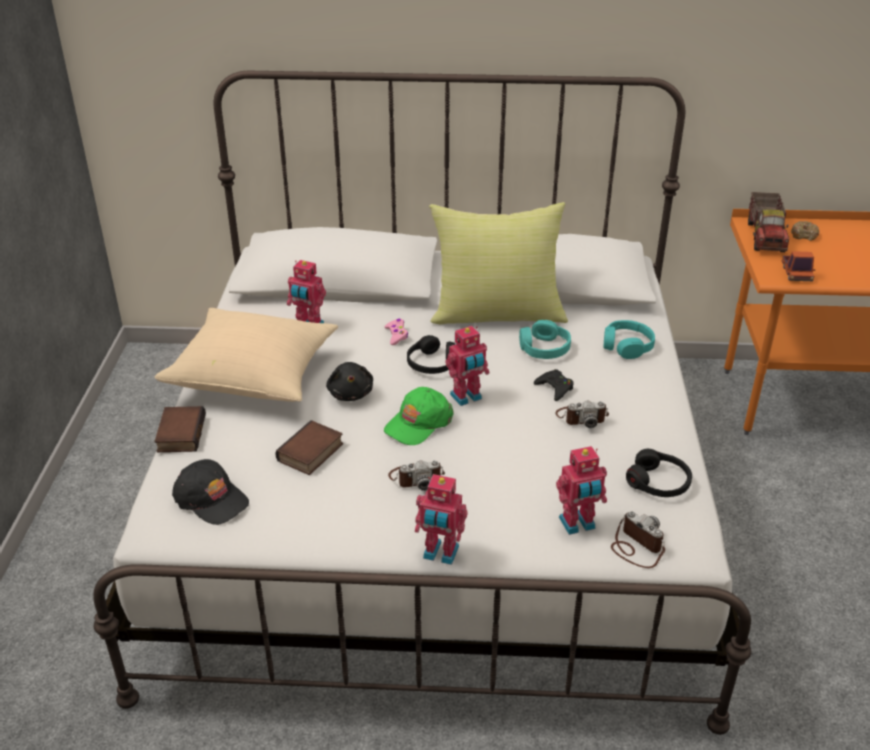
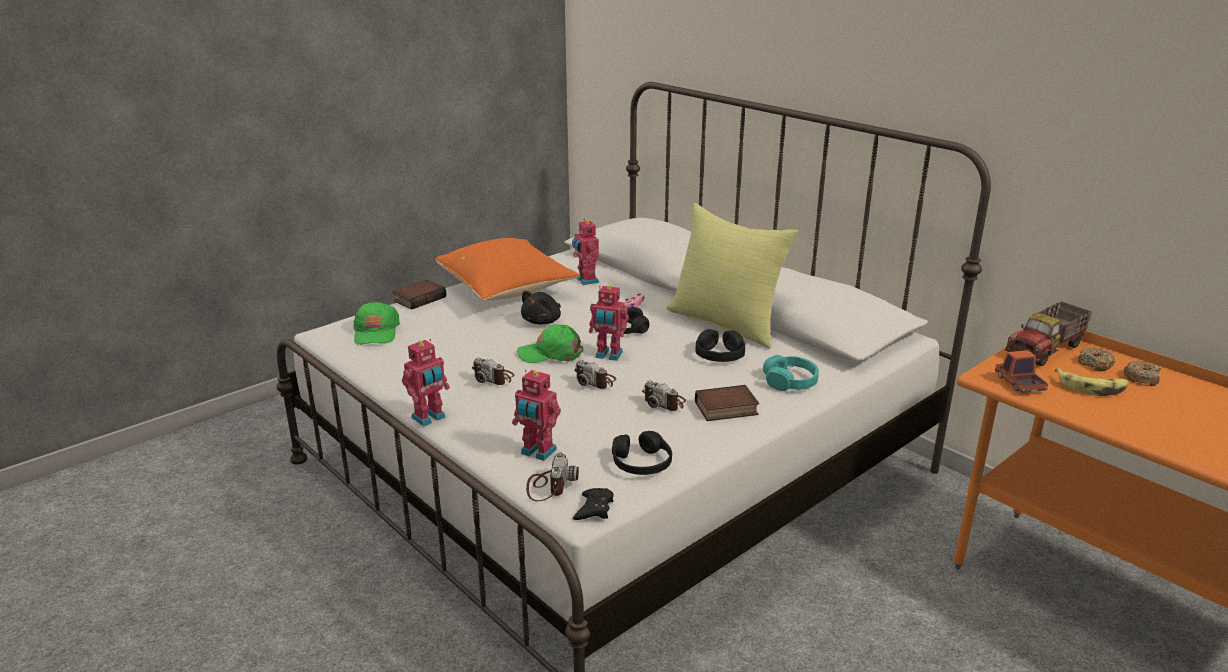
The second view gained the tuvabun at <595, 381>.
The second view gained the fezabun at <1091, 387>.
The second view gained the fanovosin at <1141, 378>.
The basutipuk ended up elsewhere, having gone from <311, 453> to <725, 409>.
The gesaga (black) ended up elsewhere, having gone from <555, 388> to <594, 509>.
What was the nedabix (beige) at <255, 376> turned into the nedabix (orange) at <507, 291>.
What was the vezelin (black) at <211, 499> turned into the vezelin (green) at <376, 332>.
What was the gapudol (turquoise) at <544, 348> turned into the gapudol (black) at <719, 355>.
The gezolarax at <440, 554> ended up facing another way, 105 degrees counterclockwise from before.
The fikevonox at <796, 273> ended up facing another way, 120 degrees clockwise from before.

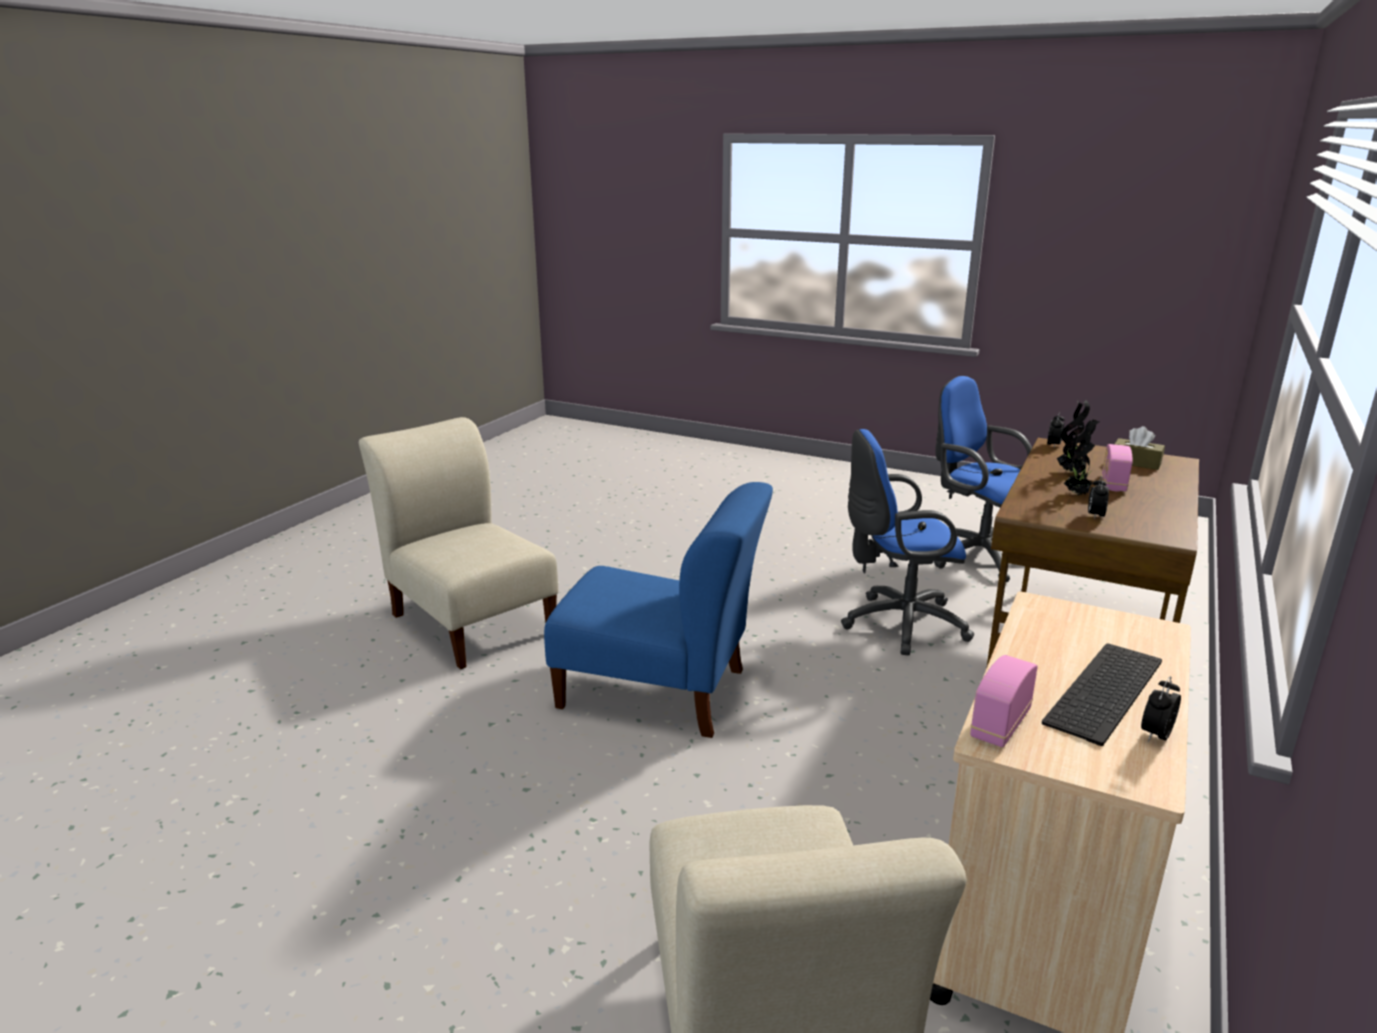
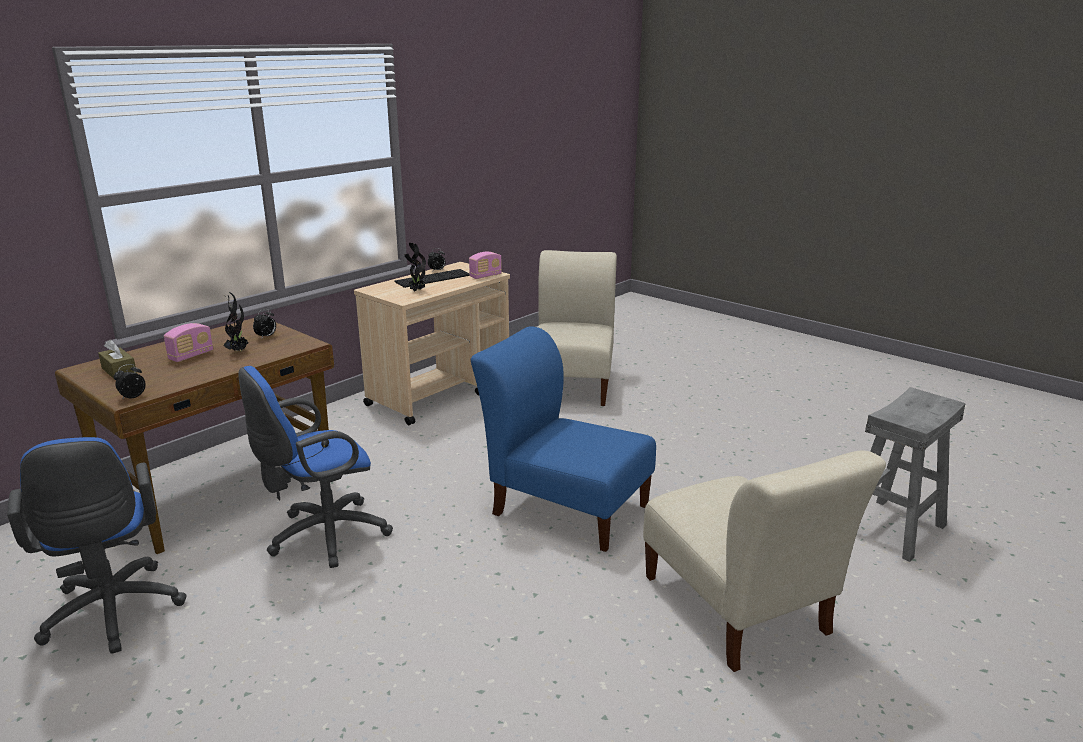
The second view gained the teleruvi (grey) at <893, 528>.
The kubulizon ended up elsewhere, having gone from <1071, 472> to <416, 291>.
The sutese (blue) at <898, 624> ended up facing another way, 135 degrees clockwise from before.

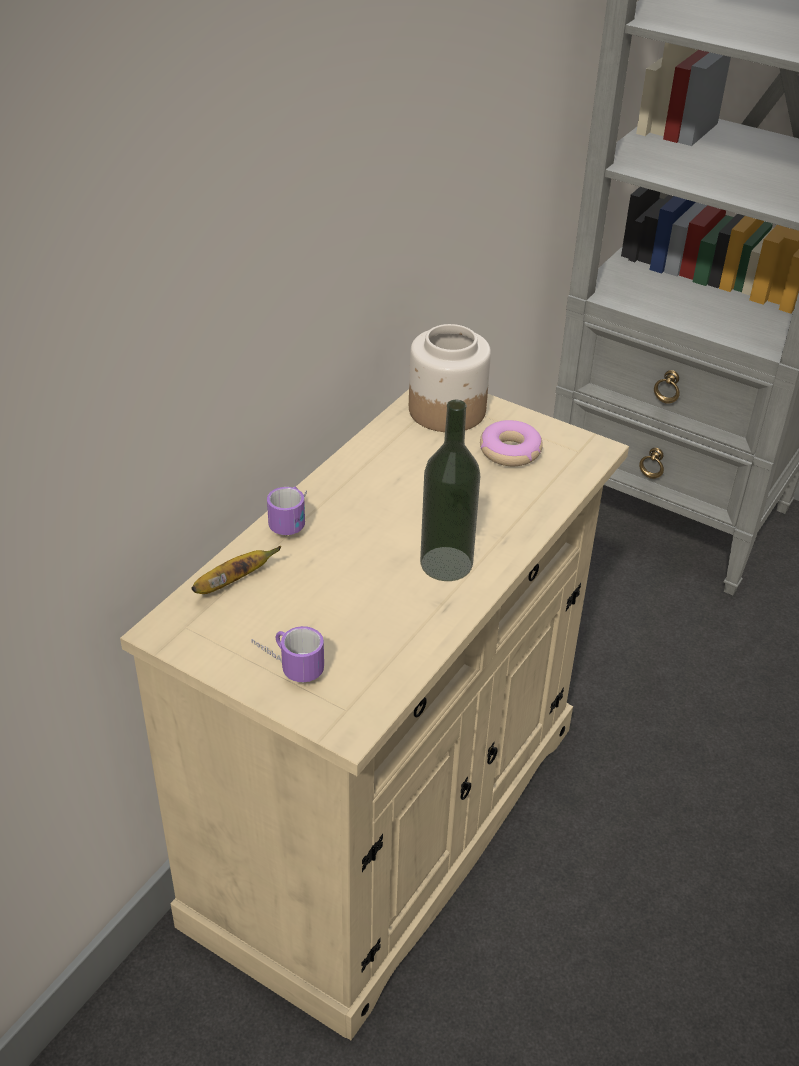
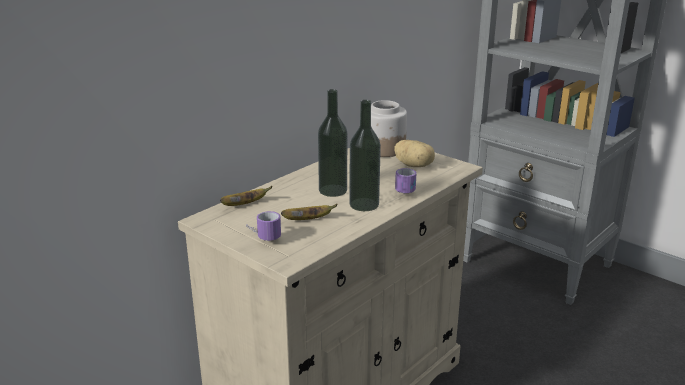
The second view gained the fezabun at <308, 220>.
The second view gained the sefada at <333, 190>.
The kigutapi ended up elsewhere, having gone from <294, 519> to <409, 190>.
Where the fanovosin stood at <510, 451>, the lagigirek came to stand at <414, 165>.

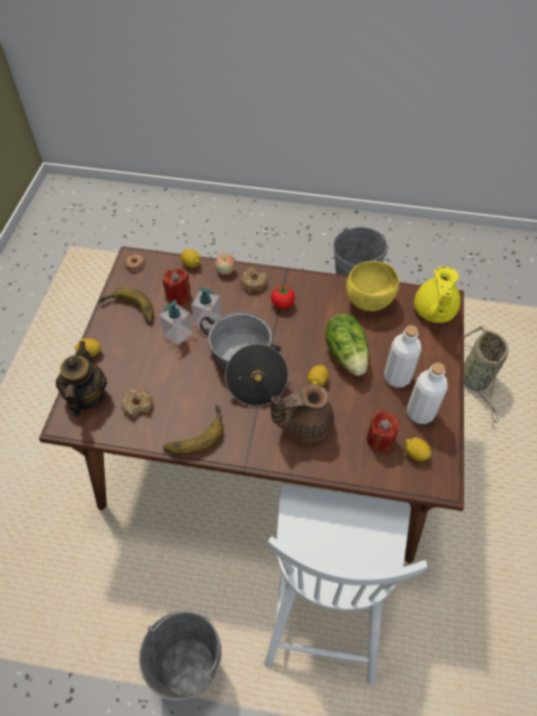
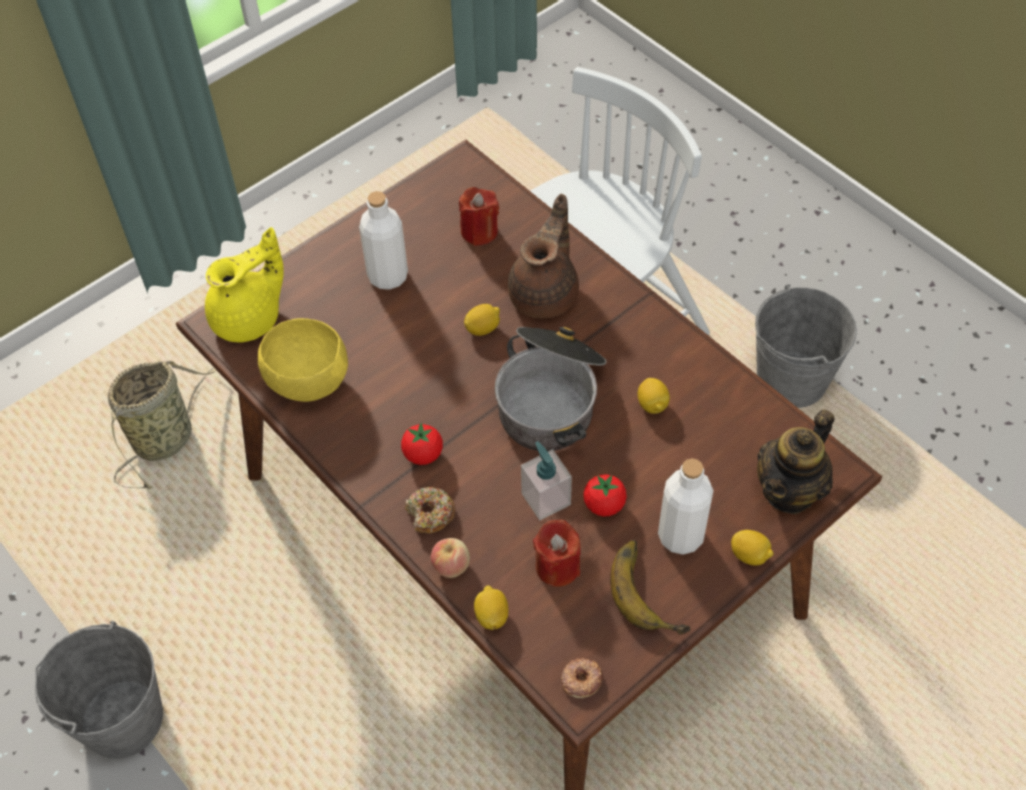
The second view lost the fanovosin at <137, 405>.
The second view lost the fezabun at <193, 433>.
The second view lost the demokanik at <346, 354>.
The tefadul ended up elsewhere, having gone from <415, 453> to <652, 404>.
The sefada (white) ended up elsewhere, having gone from <420, 413> to <680, 536>.
Where the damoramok stood at <178, 333>, the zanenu came to stand at <604, 505>.
The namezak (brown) at <303, 424> ended up facing another way, 90 degrees counterclockwise from before.

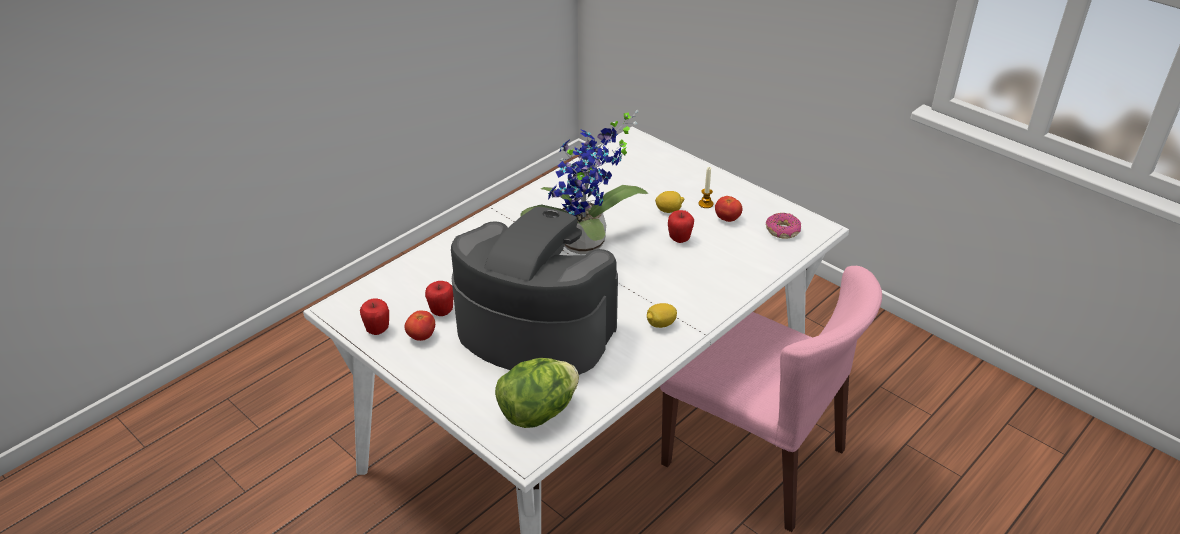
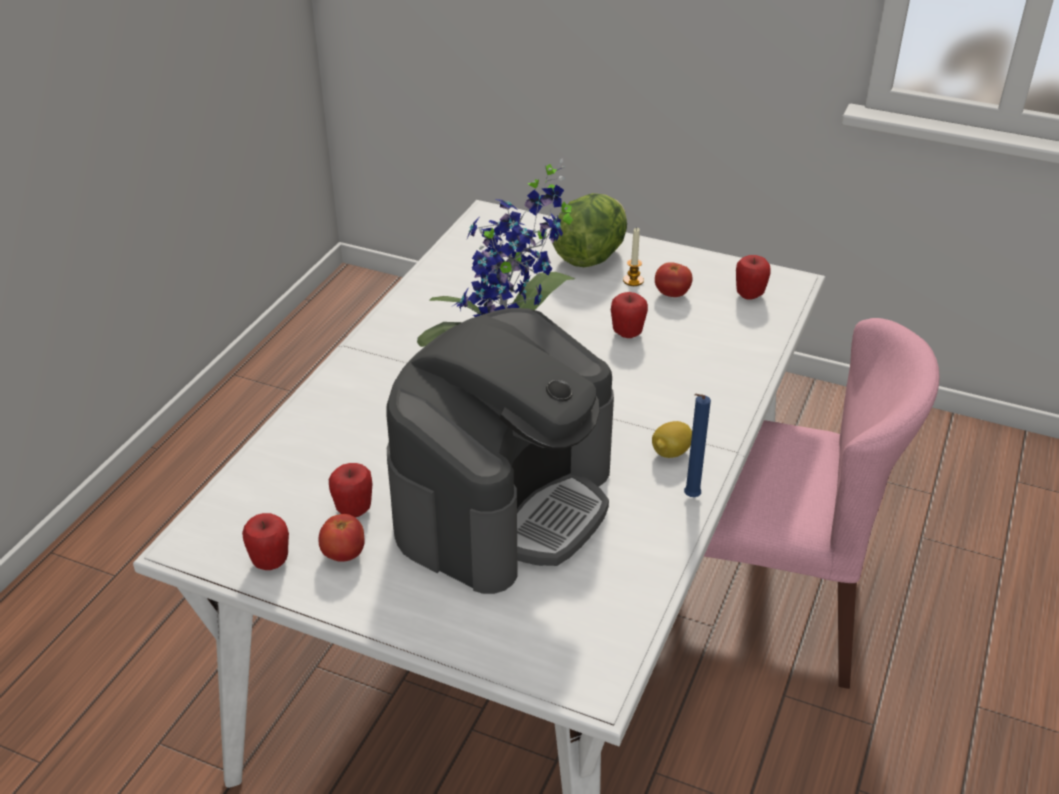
The second view lost the tefadul at <669, 210>.
The second view gained the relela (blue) at <689, 498>.
The demokanik ended up elsewhere, having gone from <537, 412> to <590, 256>.
Where the fanovosin stood at <782, 231>, the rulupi came to stand at <749, 295>.
The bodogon at <534, 329> ended up facing another way, 120 degrees clockwise from before.

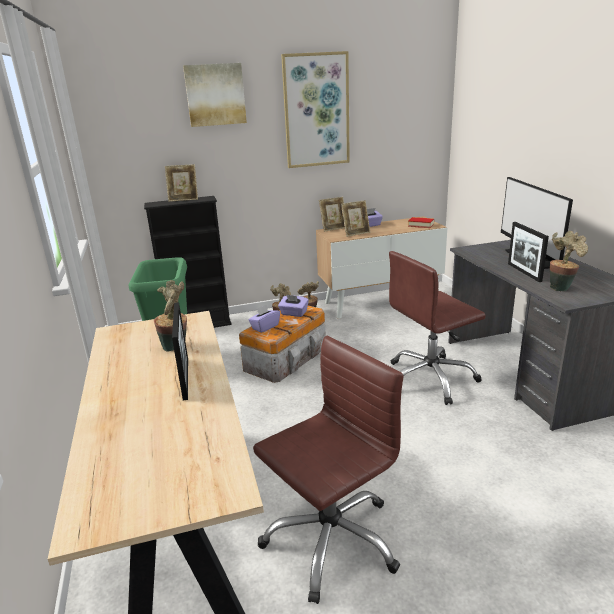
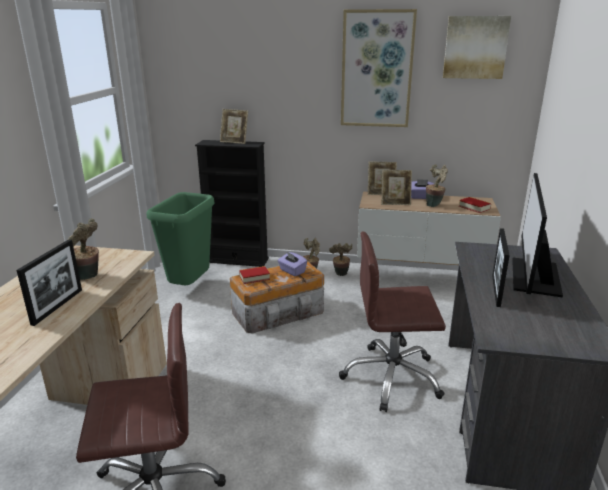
The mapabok ended up elsewhere, having gone from <215, 95> to <475, 47>.
The kubulizon ended up elsewhere, having gone from <561, 287> to <434, 205>.
Where the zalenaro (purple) stood at <265, 327>, the basutipuk came to stand at <254, 277>.

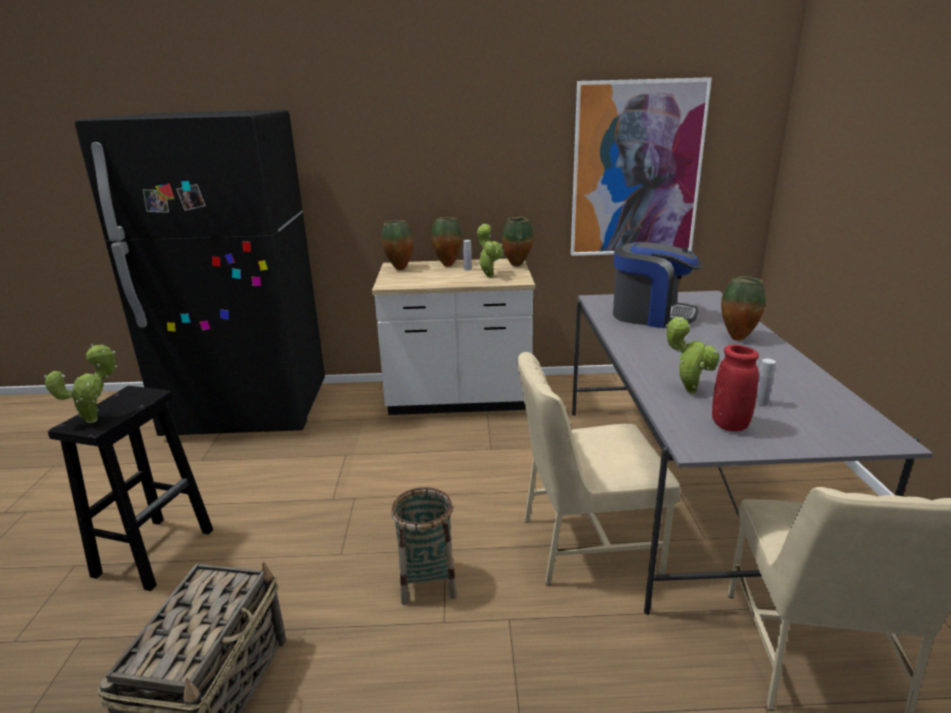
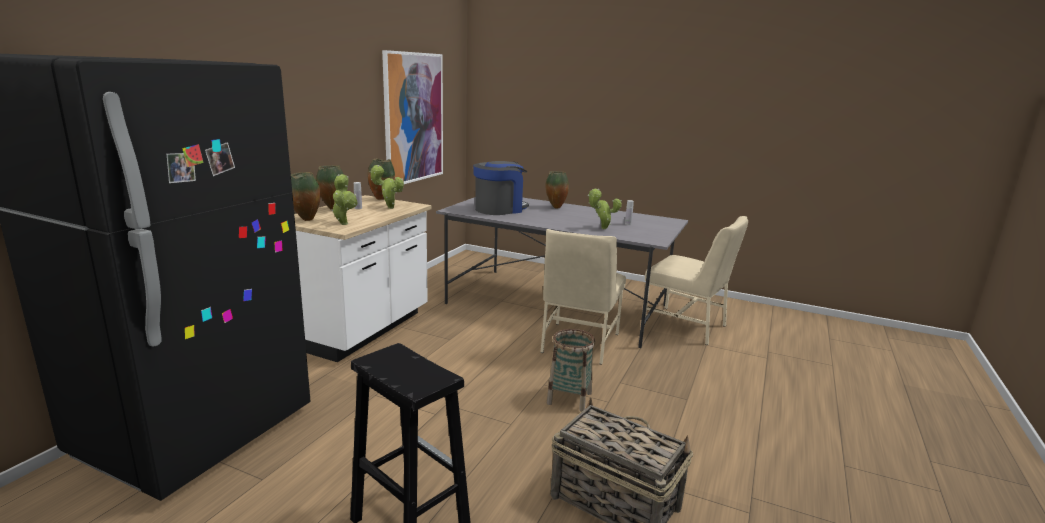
The second view lost the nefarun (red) at <729, 424>.
The kubulizon ended up elsewhere, having gone from <96, 419> to <344, 223>.

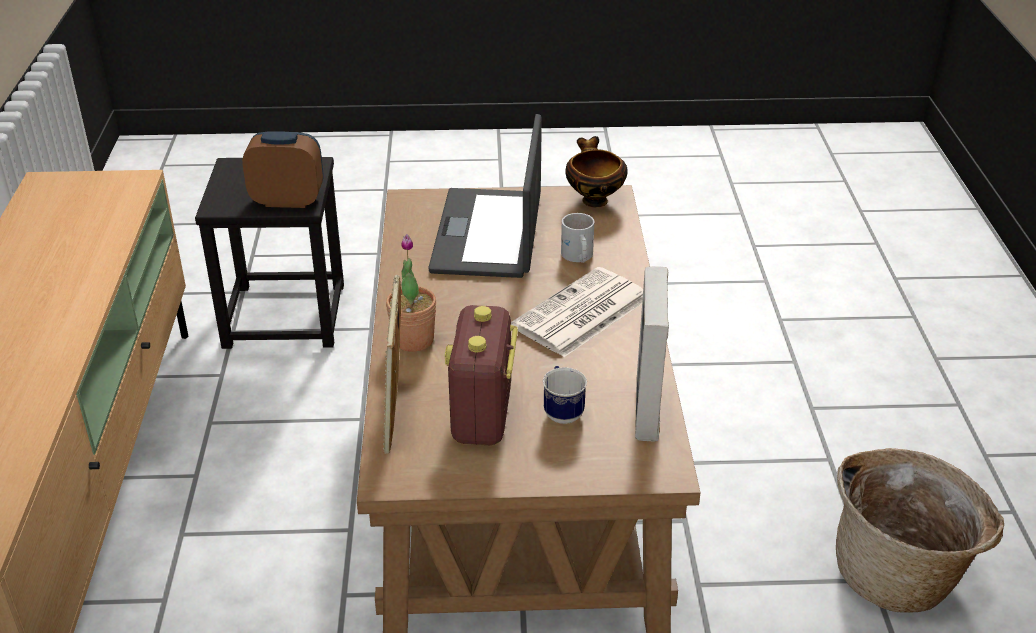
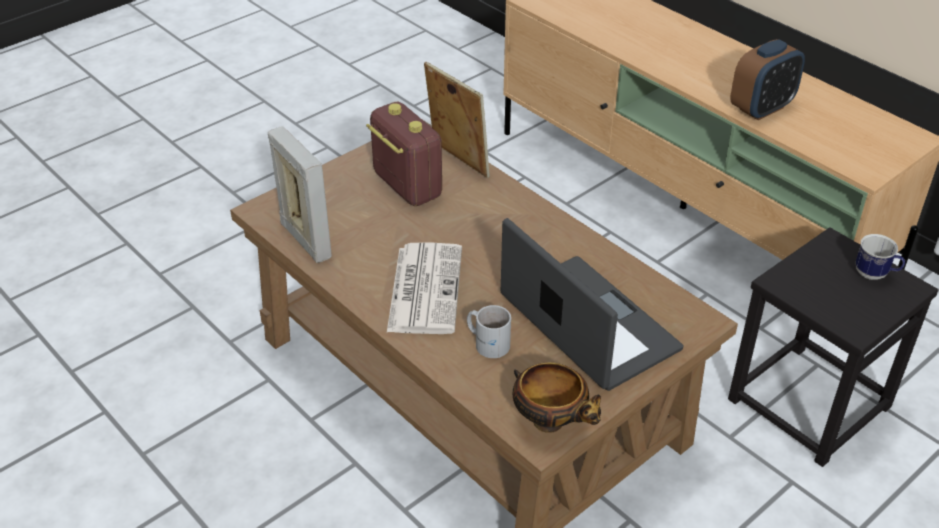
The second view lost the kubulizon at <413, 340>.
The second view lost the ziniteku at <899, 574>.
The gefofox ended up elsewhere, having gone from <288, 200> to <761, 108>.
The kigutapi ended up elsewhere, having gone from <562, 411> to <875, 275>.

